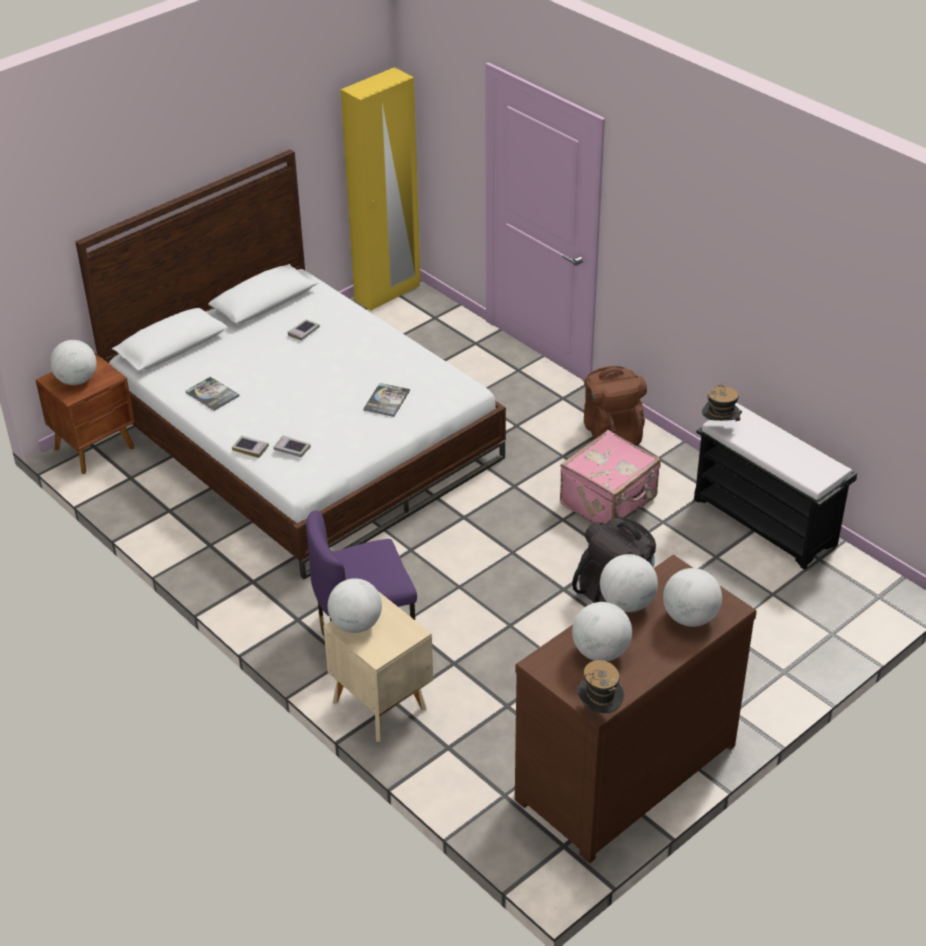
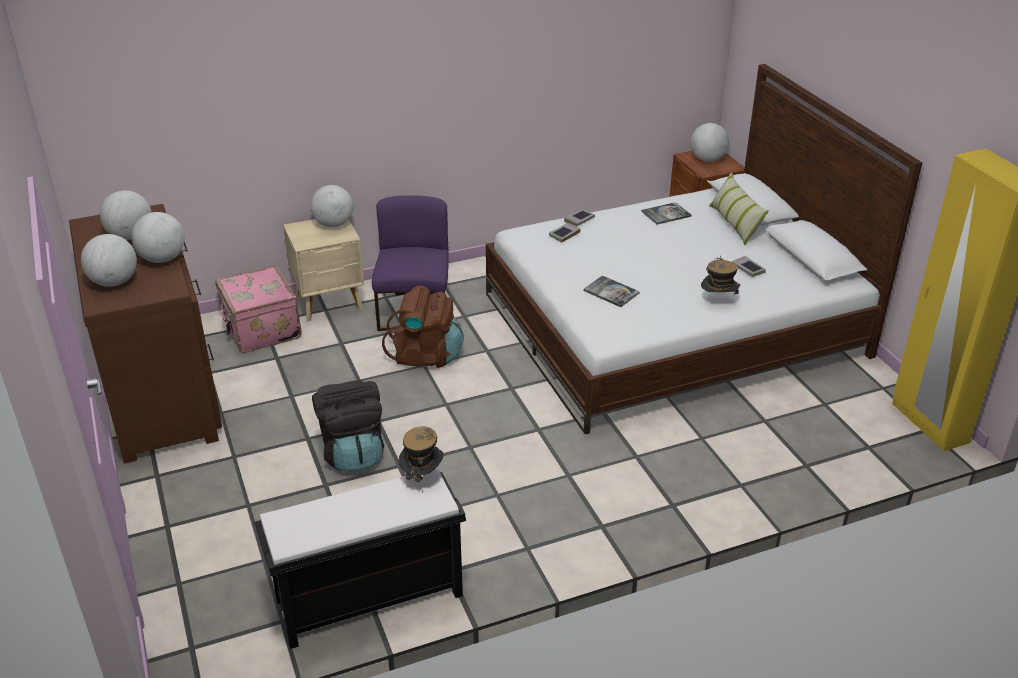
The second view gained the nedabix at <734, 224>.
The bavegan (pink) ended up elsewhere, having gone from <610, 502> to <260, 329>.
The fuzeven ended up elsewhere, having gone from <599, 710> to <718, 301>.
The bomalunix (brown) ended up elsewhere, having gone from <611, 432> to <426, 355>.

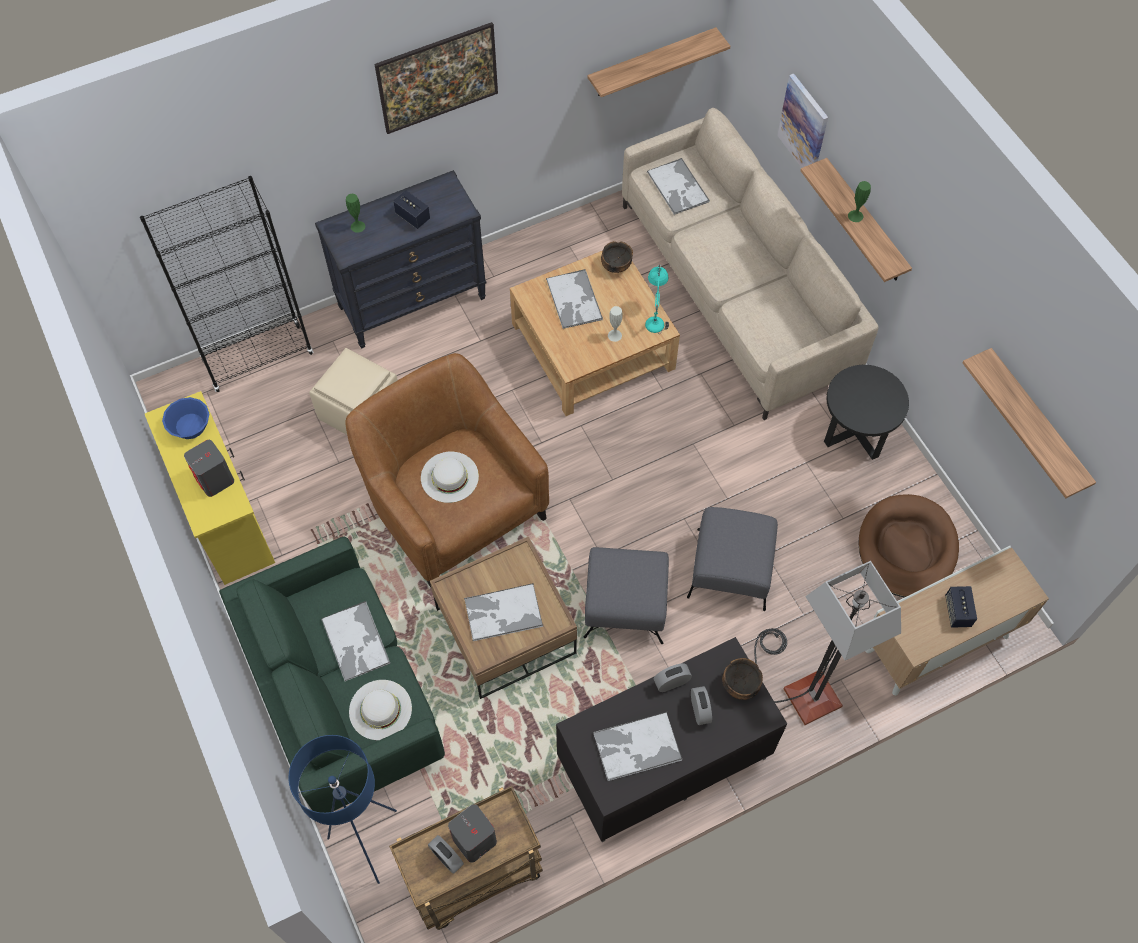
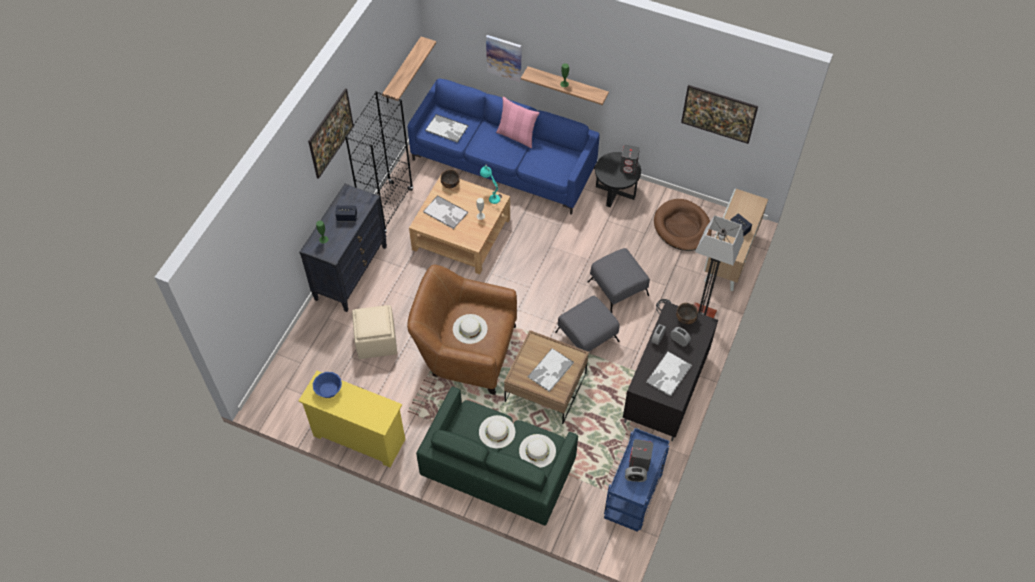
The second view lost the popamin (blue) at <368, 842>.
The second view gained the nedabix (pink) at <516, 136>.
The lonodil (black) ended up elsewhere, having gone from <258, 357> to <387, 207>.
The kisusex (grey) ended up elsewhere, having gone from <215, 480> to <628, 167>.
Where the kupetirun stood at <356, 642>, the fuzeven (white) came to stand at <497, 431>.
Where the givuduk hung at <1036, 423>, the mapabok came to hang at <717, 123>.
What was the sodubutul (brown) at <473, 877> turned into the sodubutul (blue) at <633, 498>.
What was the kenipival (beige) at <735, 289> turned into the kenipival (blue) at <503, 164>.

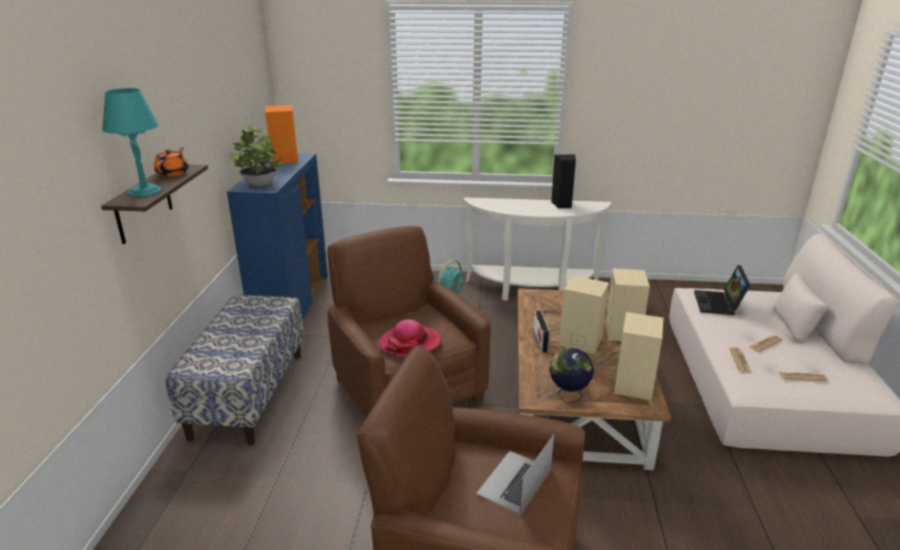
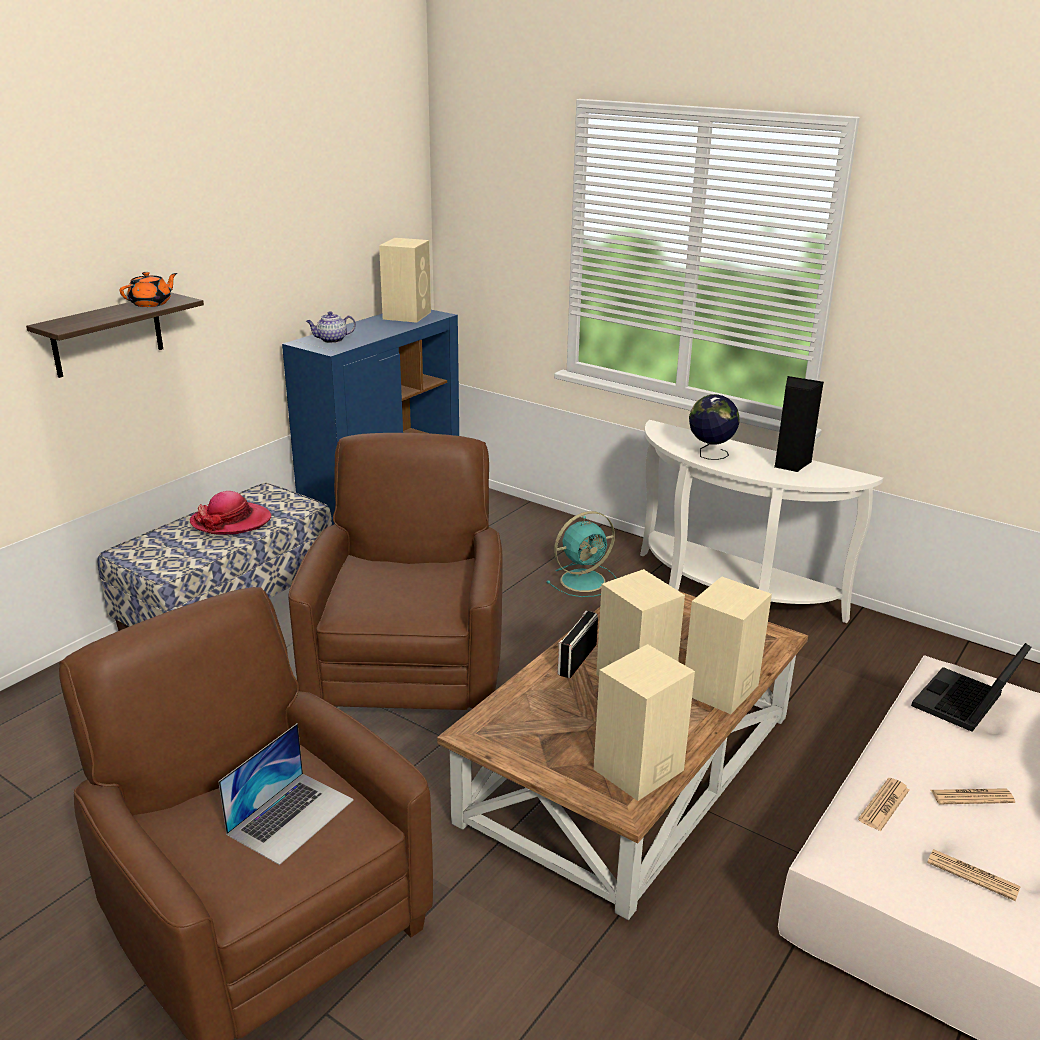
The second view lost the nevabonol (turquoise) at <145, 191>.
The fuzeven ended up elsewhere, having gone from <410, 343> to <231, 522>.
The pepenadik ended up elsewhere, having gone from <568, 396> to <710, 455>.
Where the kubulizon stood at <259, 183>, the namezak came to stand at <331, 340>.
What was the kisusex (orange) at <284, 159> turned into the kisusex (beige) at <407, 315>.
The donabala at <514, 481> ended up facing another way, 150 degrees clockwise from before.

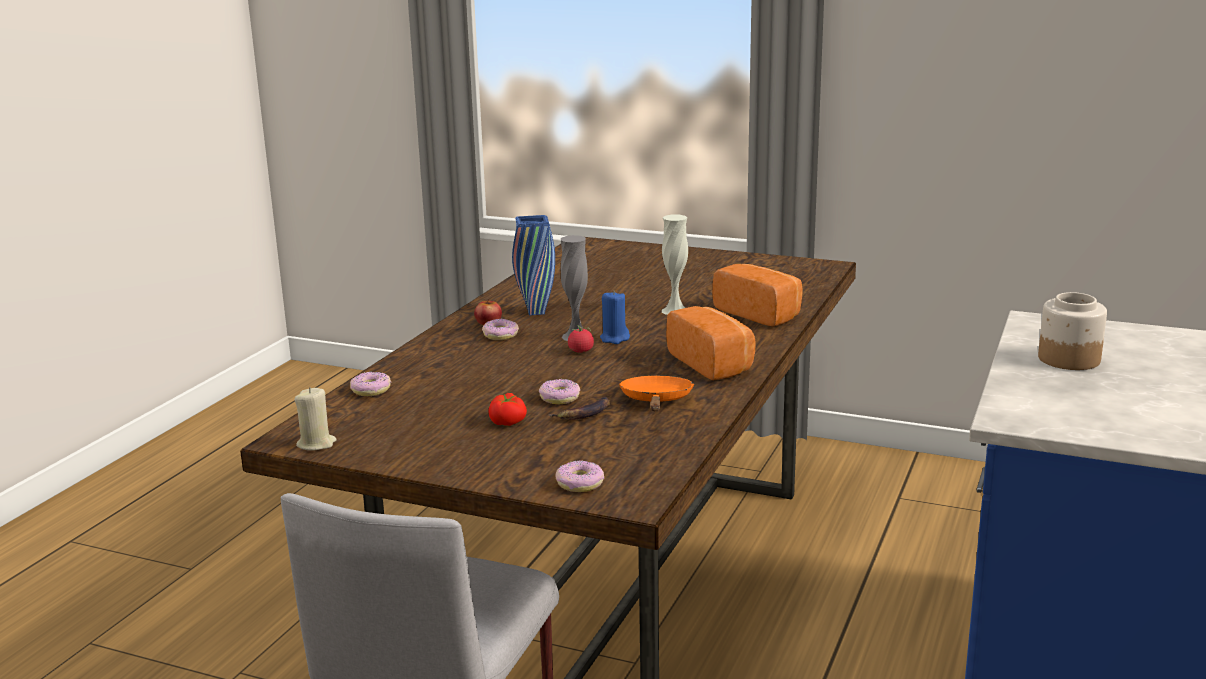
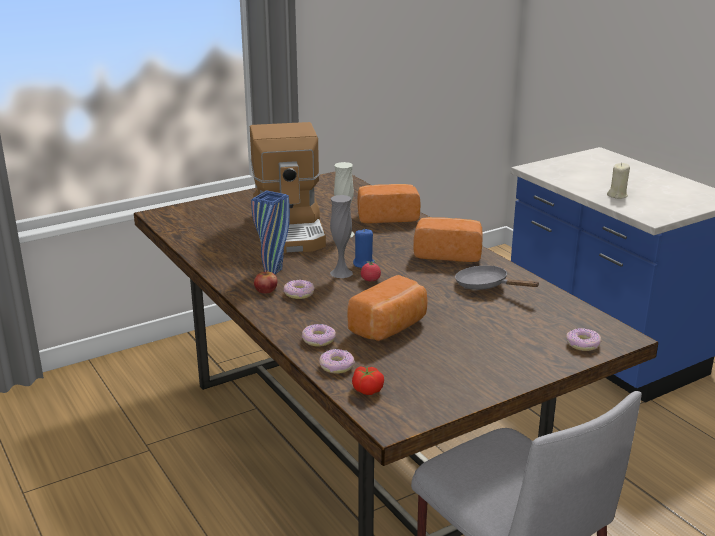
The second view lost the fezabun at <584, 413>.
The second view lost the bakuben at <1068, 359>.
The second view gained the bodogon at <290, 230>.
The second view gained the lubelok at <390, 327>.
The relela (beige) ended up elsewhere, having gone from <316, 444> to <617, 195>.
The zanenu ended up elsewhere, having gone from <508, 422> to <368, 389>.
The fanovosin ended up elsewhere, having gone from <559, 398> to <318, 340>.
What was the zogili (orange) at <656, 402> turned into the zogili (grey) at <486, 286>.

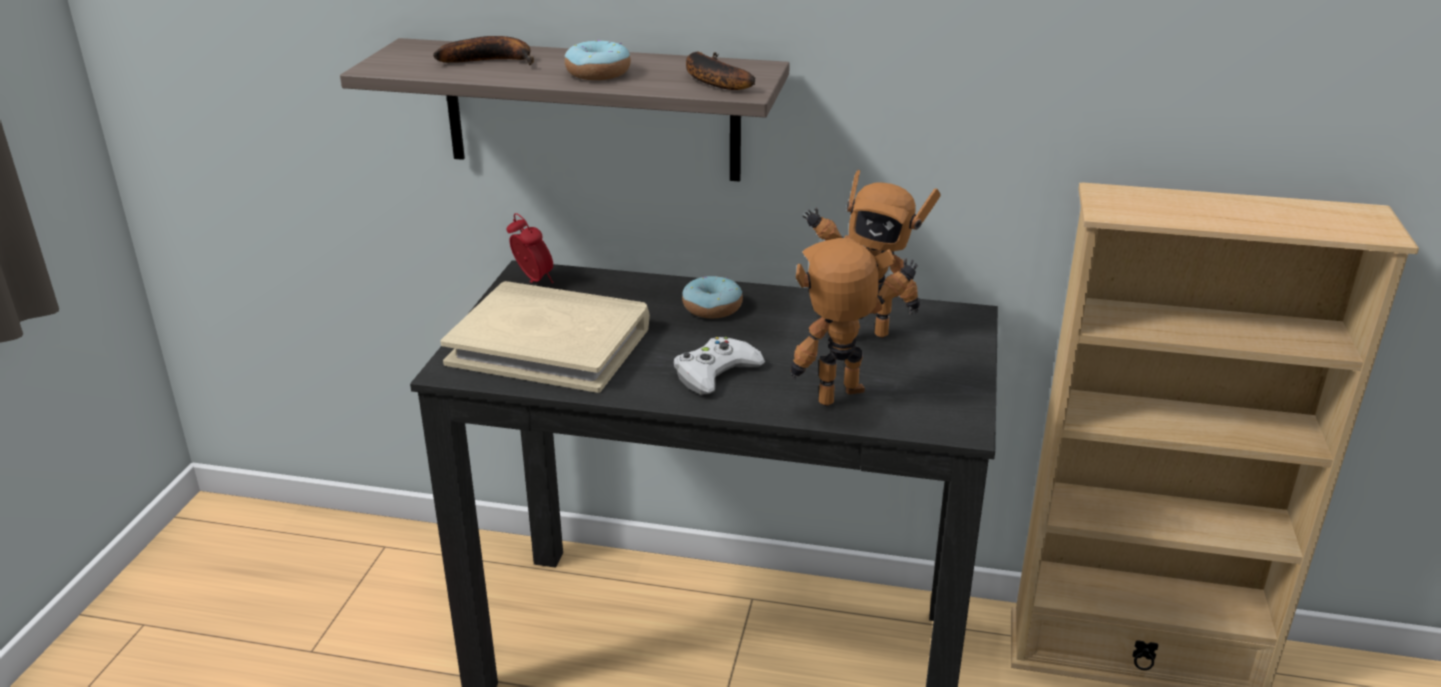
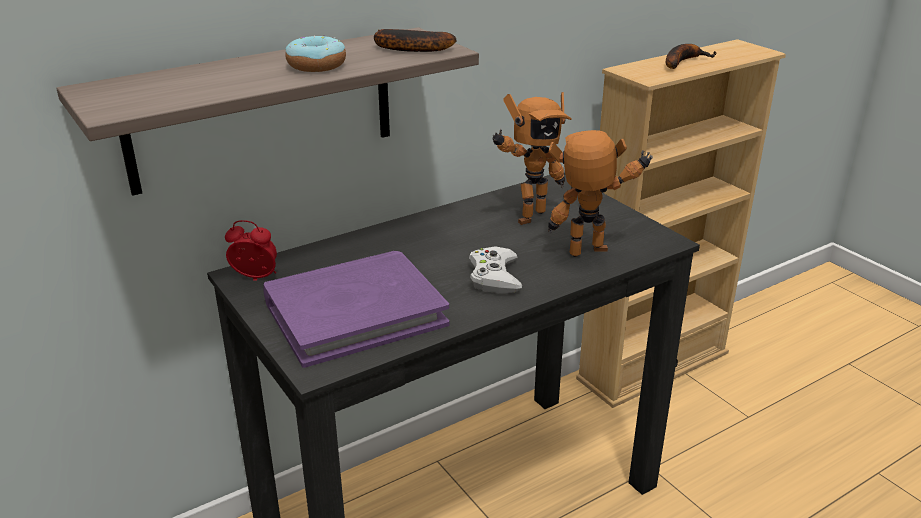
The second view lost the fanovosin at <712, 308>.
The fezabun ended up elsewhere, having gone from <492, 61> to <682, 62>.
What was the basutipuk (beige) at <550, 344> turned into the basutipuk (purple) at <355, 313>.
The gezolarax at <847, 401> ended up facing another way, 60 degrees clockwise from before.

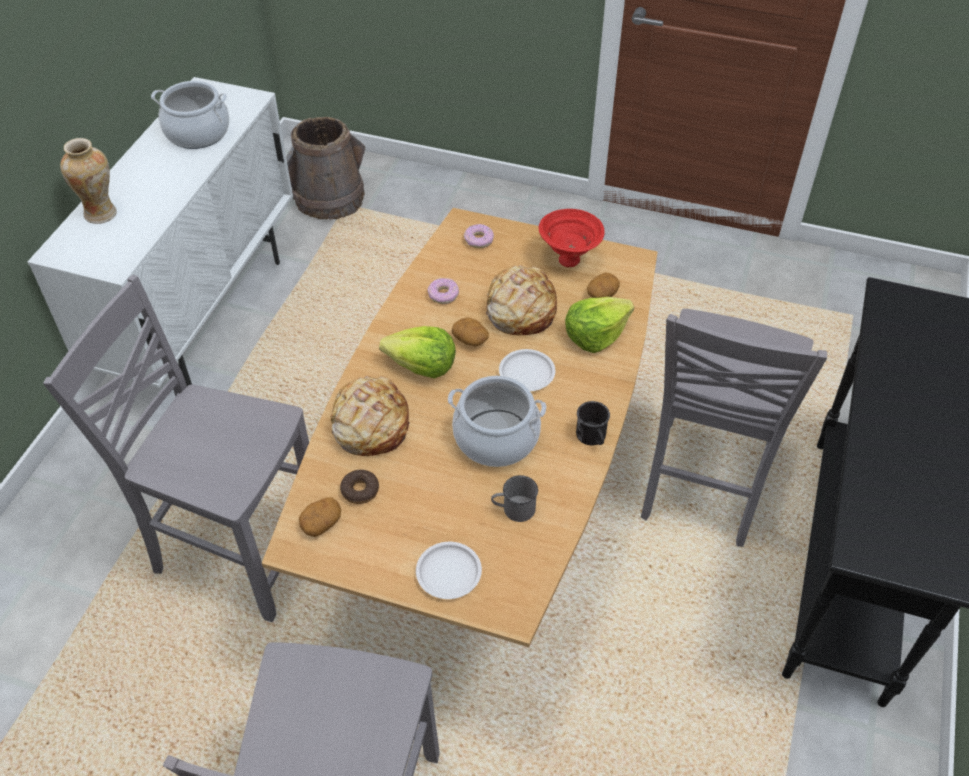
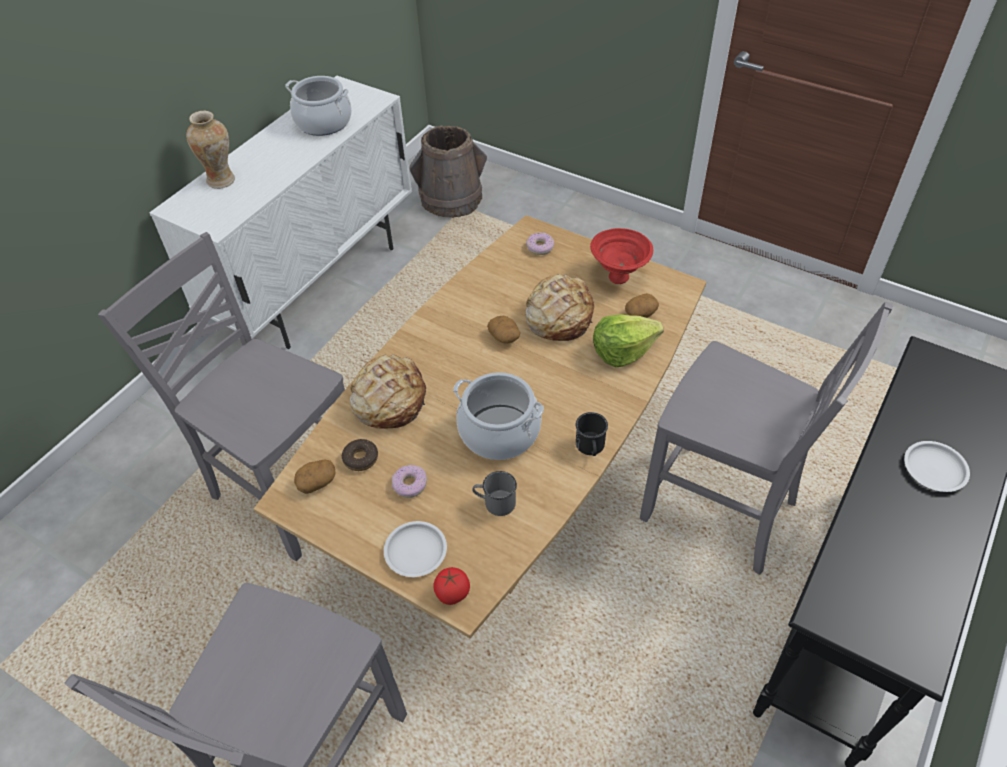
The second view lost the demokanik at <422, 366>.
The second view gained the zanenu at <452, 593>.
The fanovosin ended up elsewhere, having gone from <443, 295> to <409, 484>.
The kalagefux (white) ended up elsewhere, having gone from <527, 373> to <935, 469>.
The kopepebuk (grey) at <703, 484> ended up facing another way, 90 degrees counterclockwise from before.

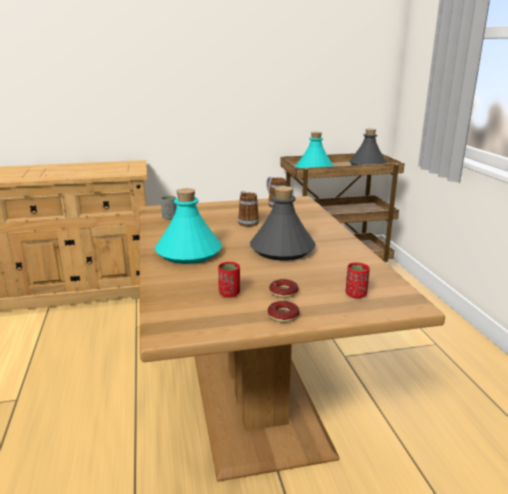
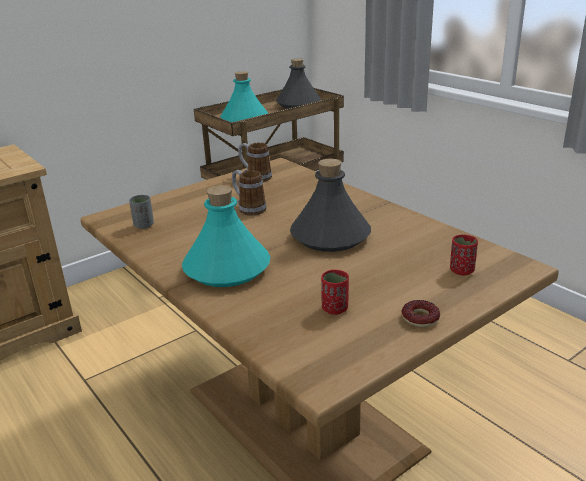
The second view lost the fanovosin at <283, 292>.

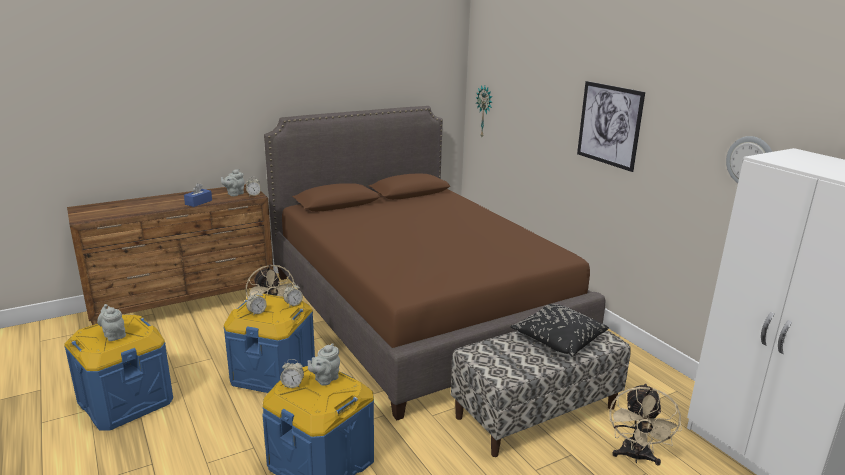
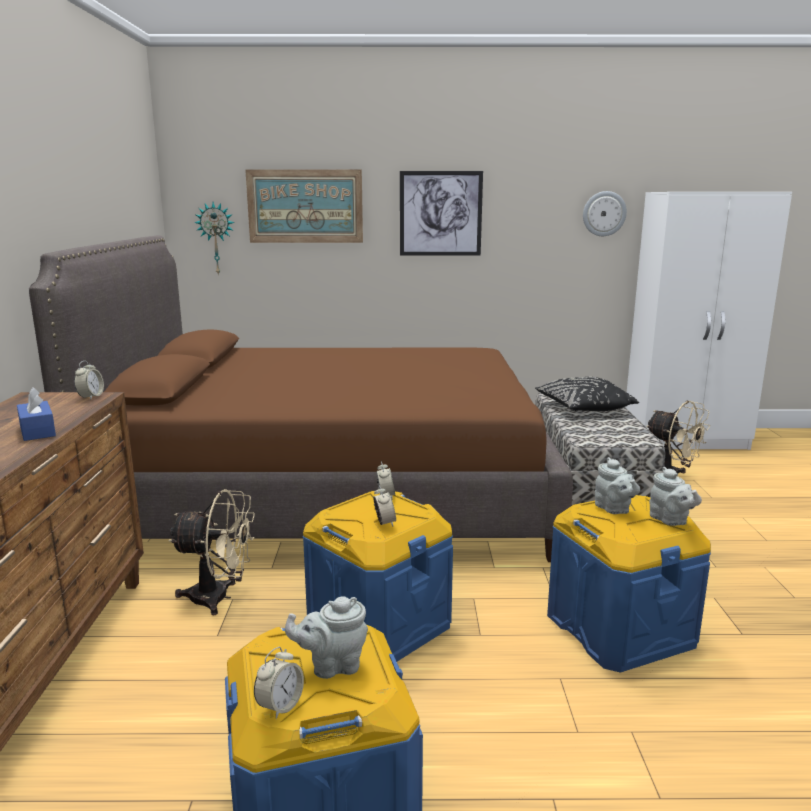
The second view gained the mapabok at <305, 206>.
The namezak (grey) ended up elsewhere, having gone from <234, 194> to <670, 520>.
The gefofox ended up elsewhere, having gone from <292, 385> to <280, 706>.

